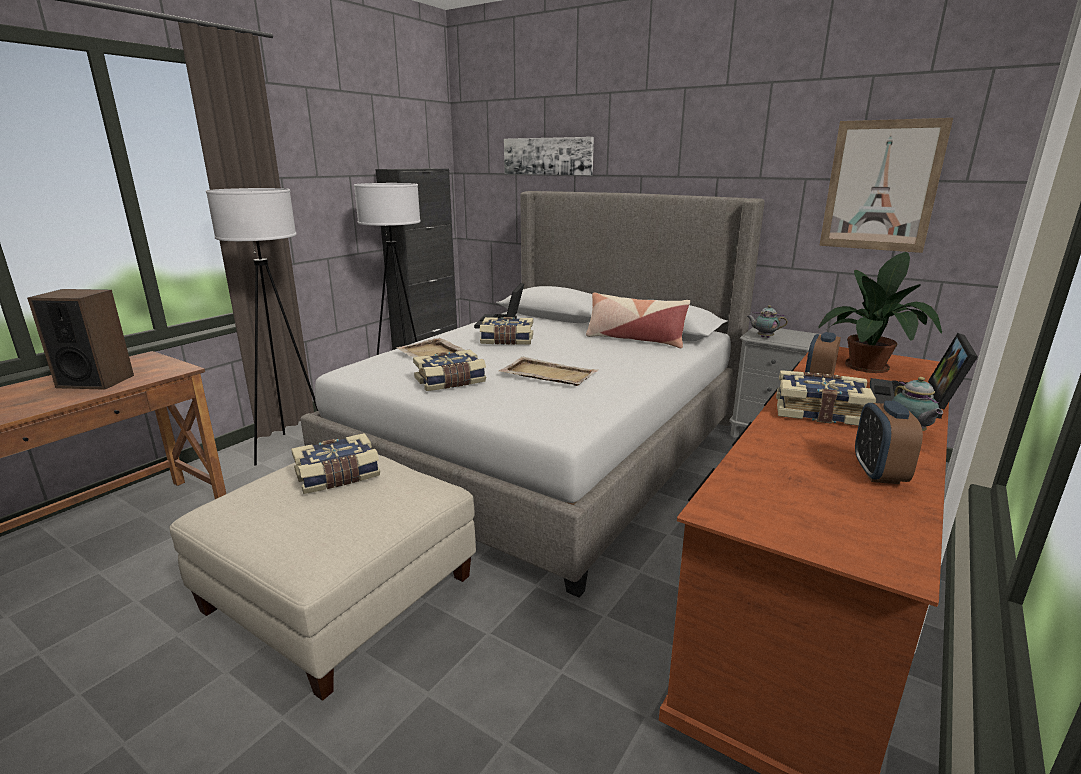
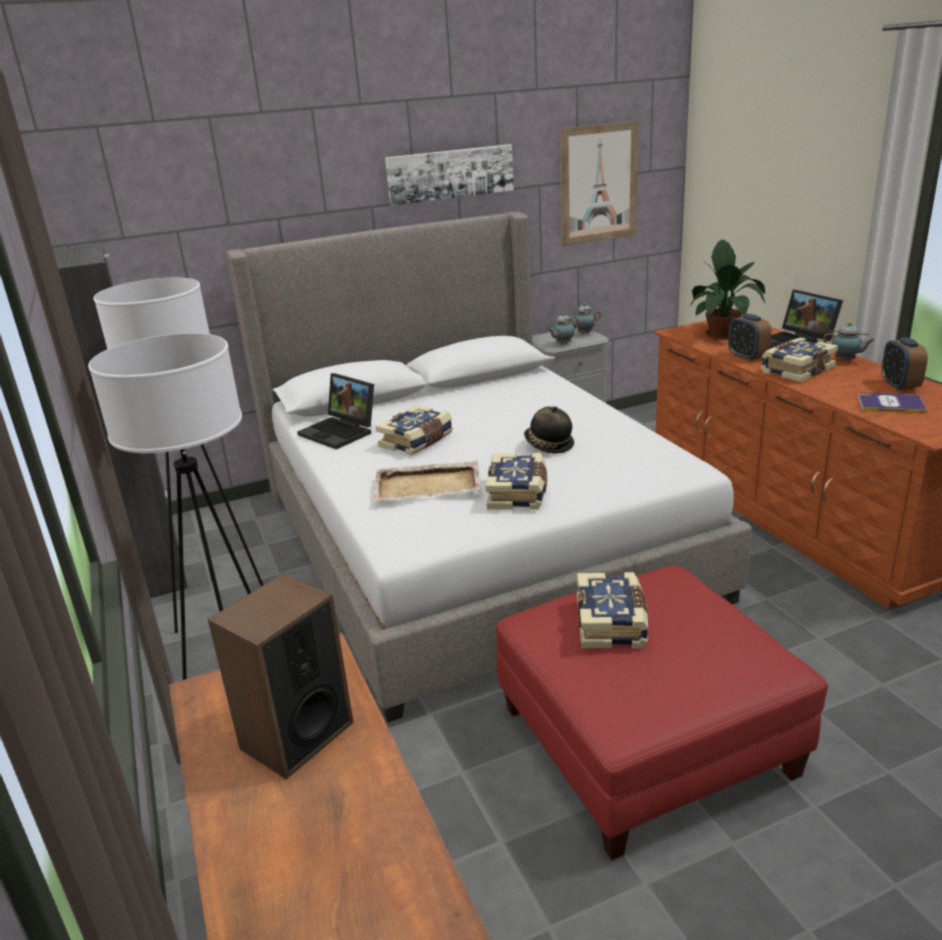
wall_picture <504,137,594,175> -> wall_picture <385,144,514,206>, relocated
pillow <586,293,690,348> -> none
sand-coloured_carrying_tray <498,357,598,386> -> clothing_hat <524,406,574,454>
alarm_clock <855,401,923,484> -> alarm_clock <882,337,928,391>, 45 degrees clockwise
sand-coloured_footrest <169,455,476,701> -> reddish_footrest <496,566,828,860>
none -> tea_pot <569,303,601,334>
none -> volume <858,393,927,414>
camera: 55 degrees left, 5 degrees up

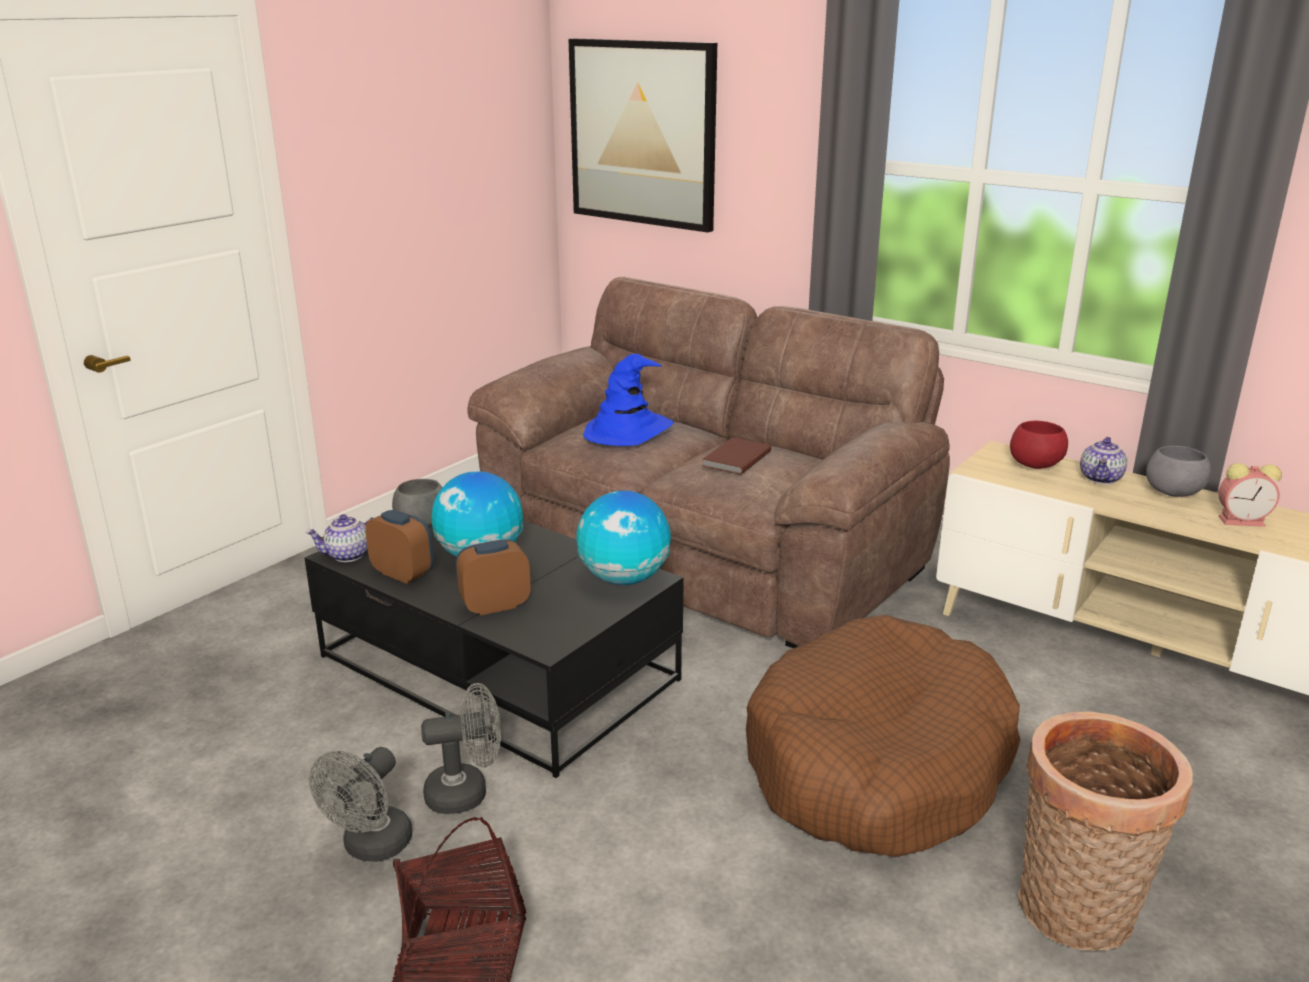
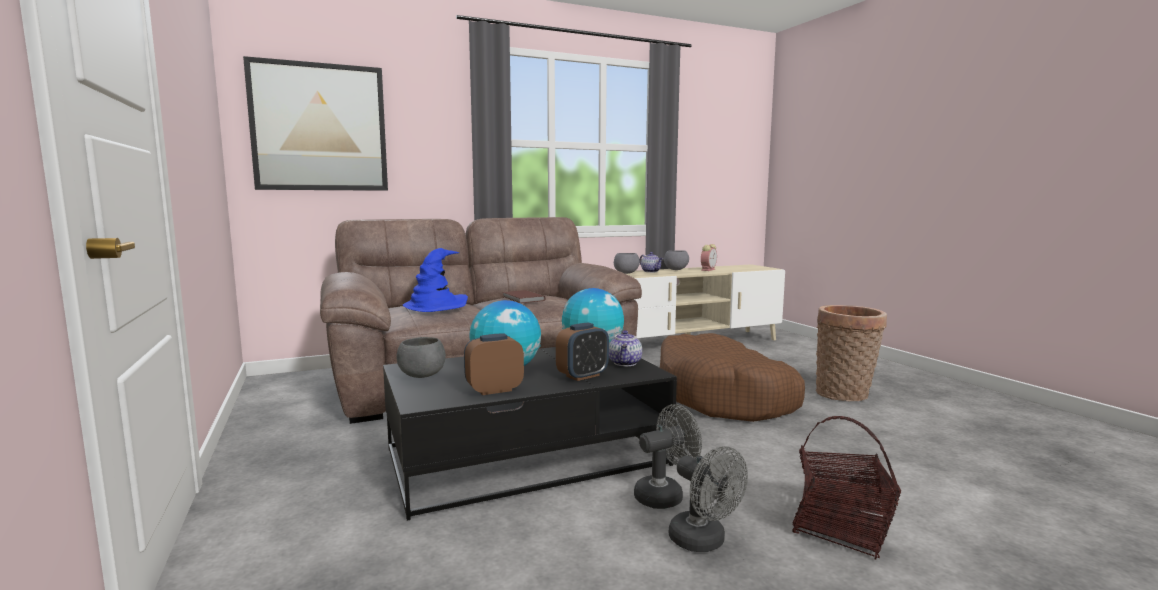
reddish_deep_dish <1010,421,1068,469> -> greyish_deep_dish <614,253,640,274>
tea_pot <305,514,375,562> -> tea_pot <609,330,642,366>, relocated
alarm_clock <456,539,531,616> -> alarm_clock <556,323,609,381>, 135 degrees counterclockwise
greyish_fan <421,683,501,814> -> greyish_fan <634,404,702,509>, 45 degrees clockwise
camera: 60 degrees left, 15 degrees down

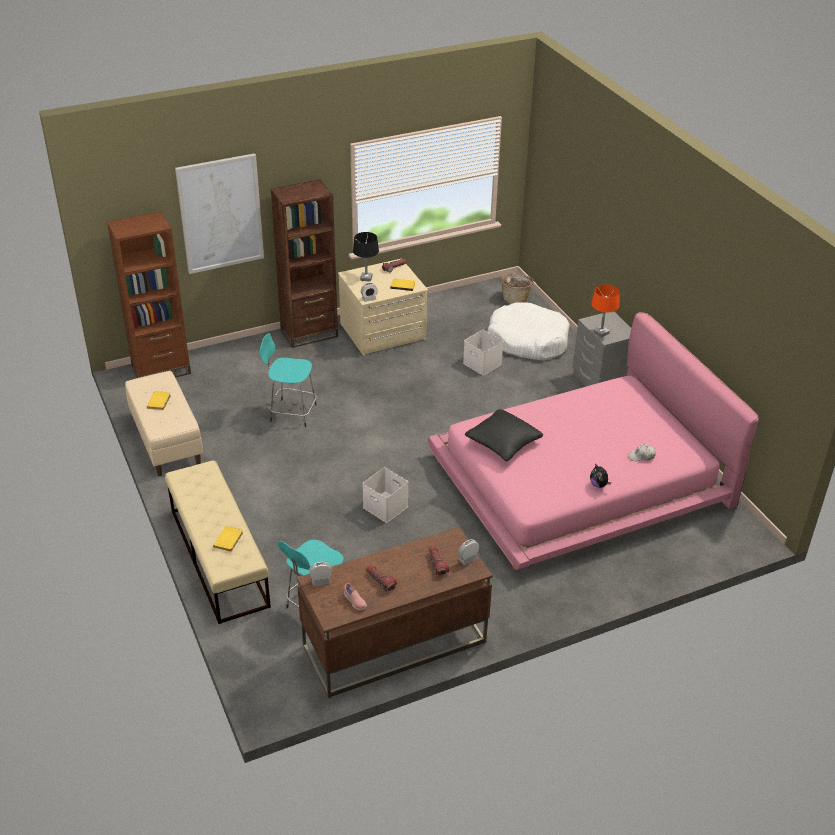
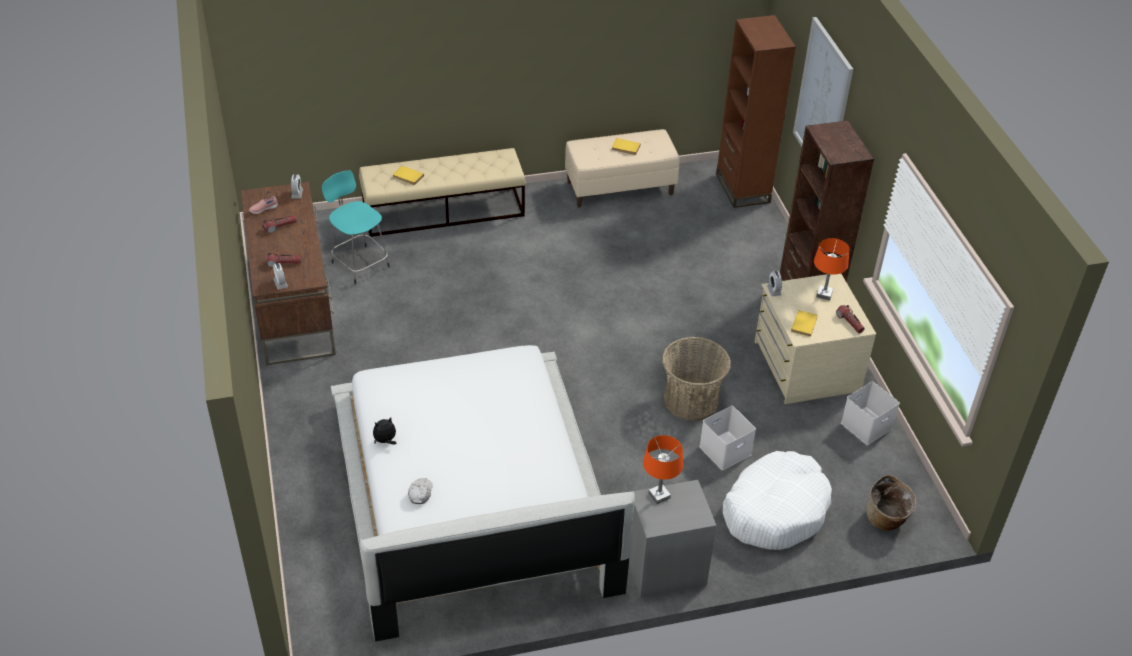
black-coloured_table_lamp <353,232,379,282> -> orange-coloured_table_lamp <814,238,850,300>
pinkish_sleeping_bed <428,312,759,570> -> whitish_sleeping_bed <331,345,635,642>
turquoise_sitting_stool <260,333,317,427> -> none
black-coloured_pillow <465,409,543,461> -> none
whitish_storage_box <363,467,408,523> -> whitish_storage_box <841,382,900,445>, relocated
none -> household_basket <662,337,731,421>
camera: 100 degrees right, 5 degrees up

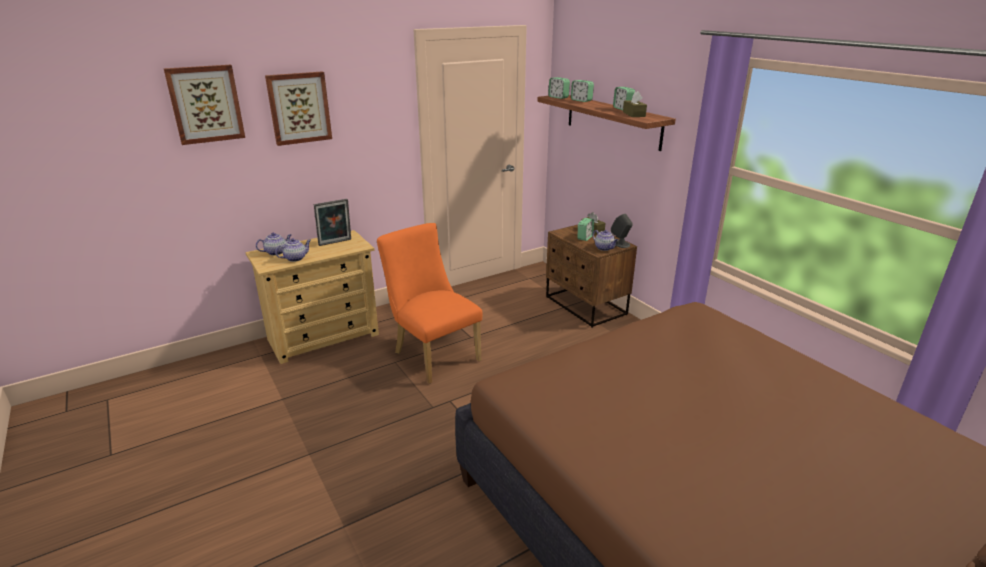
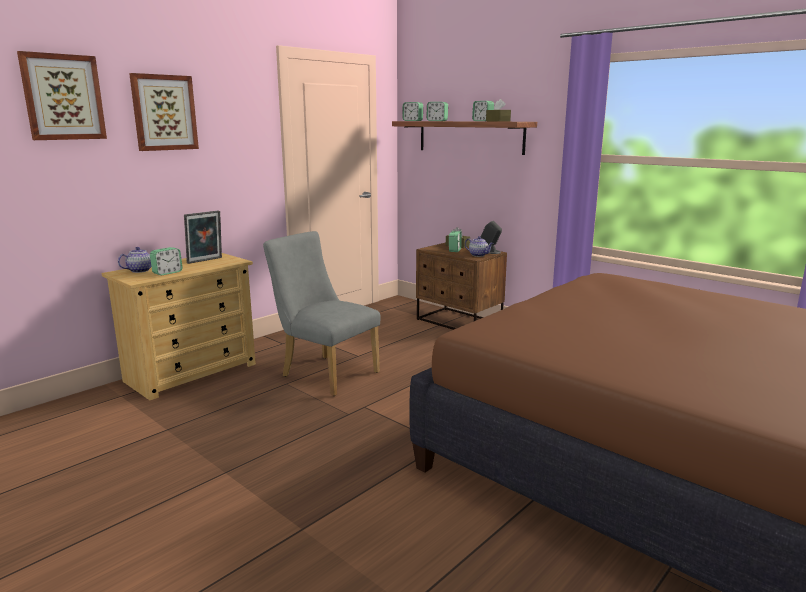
orange-coloured_upright_chair <377,223,483,384> -> greyish_upright_chair <263,231,381,396>
tea_pot <275,238,311,262> -> alarm_clock <150,247,183,276>
camera: 15 degrees left, 10 degrees down

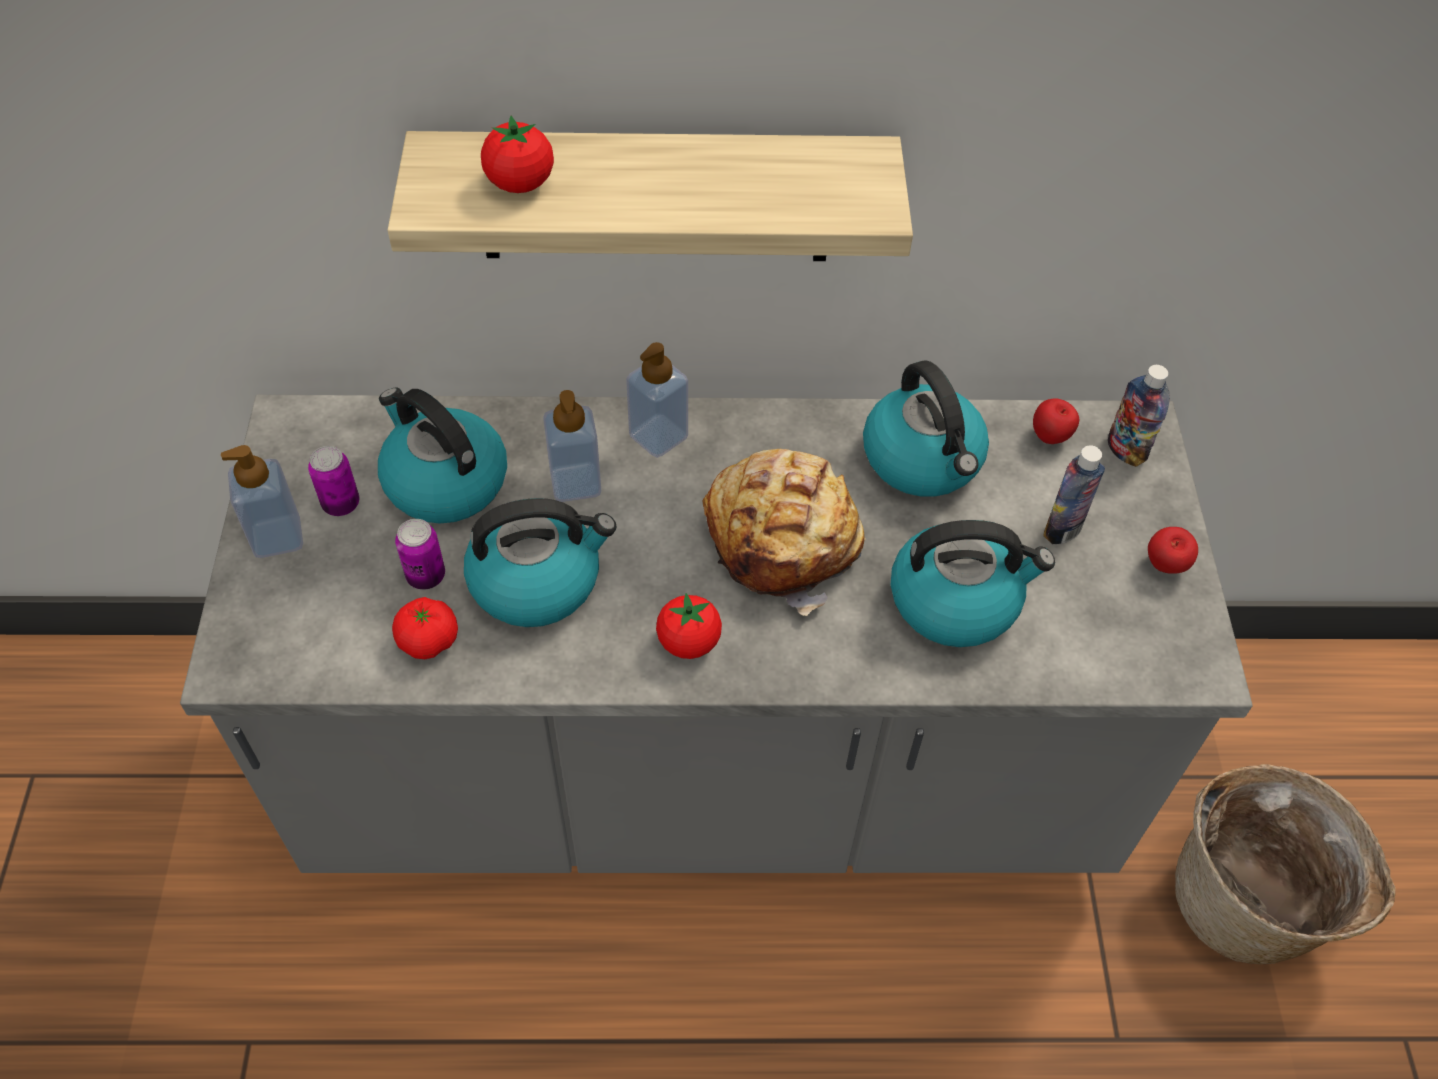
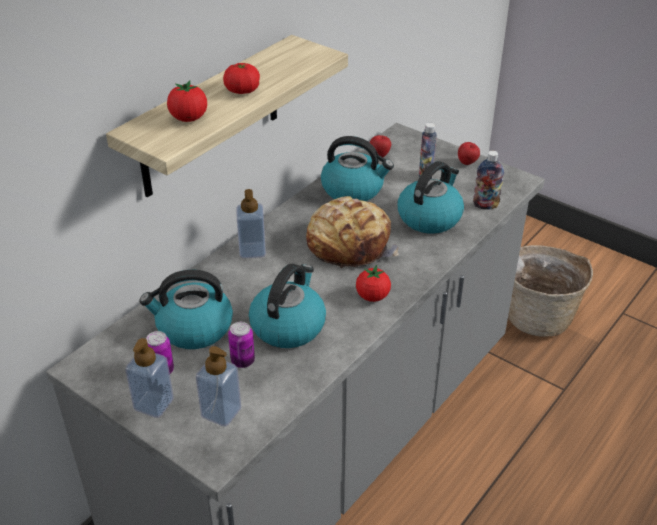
beverage_bottle <1108,365,1170,467> -> beverage_bottle <473,151,504,210>, relocated
soap_dispenser <543,390,601,502> -> soap_dispenser <196,346,241,427>, relocated
whole_tomato <392,597,458,659> -> whole_tomato <223,63,260,94>, relocated
camera: 50 degrees left, 15 degrees down

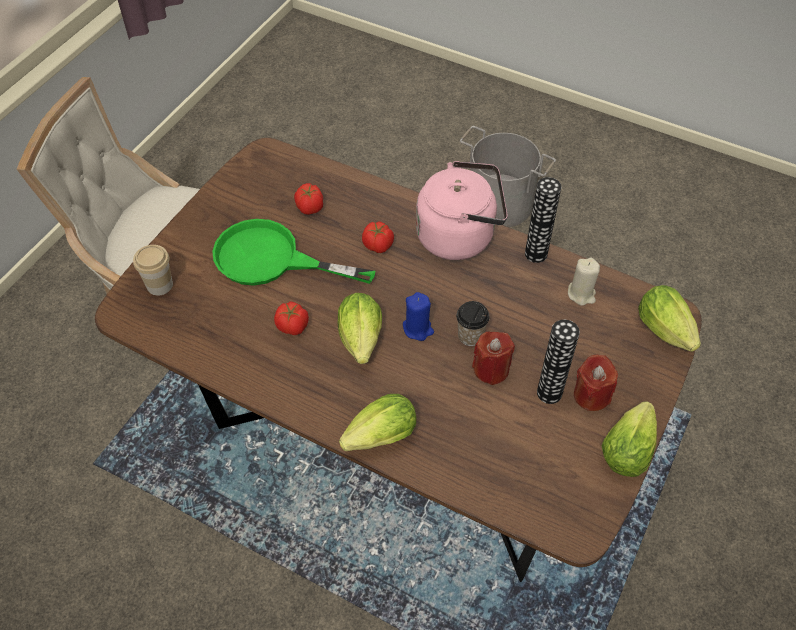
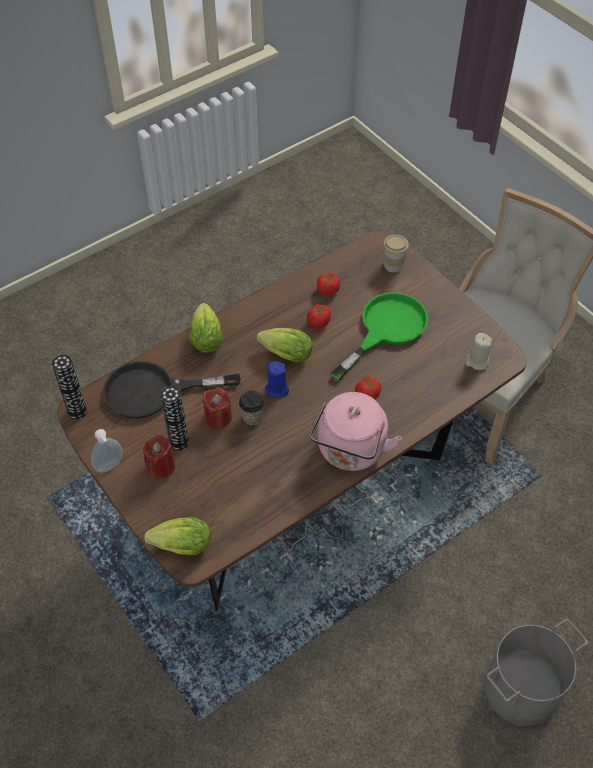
vase <525,177,561,263> -> vase <52,355,87,420>, relocated
whole_tomato <294,183,323,215> -> whole_tomato <317,273,340,296>, relocated
sand-coloured_wax_light <568,258,600,306> -> sand-coloured_wax_light <466,333,493,370>, relocated
lettuce <602,401,657,477> -> soap_dispenser <91,429,123,473>
none -> black-coloured_pan <103,361,241,419>
camera: 115 degrees right, 0 degrees up

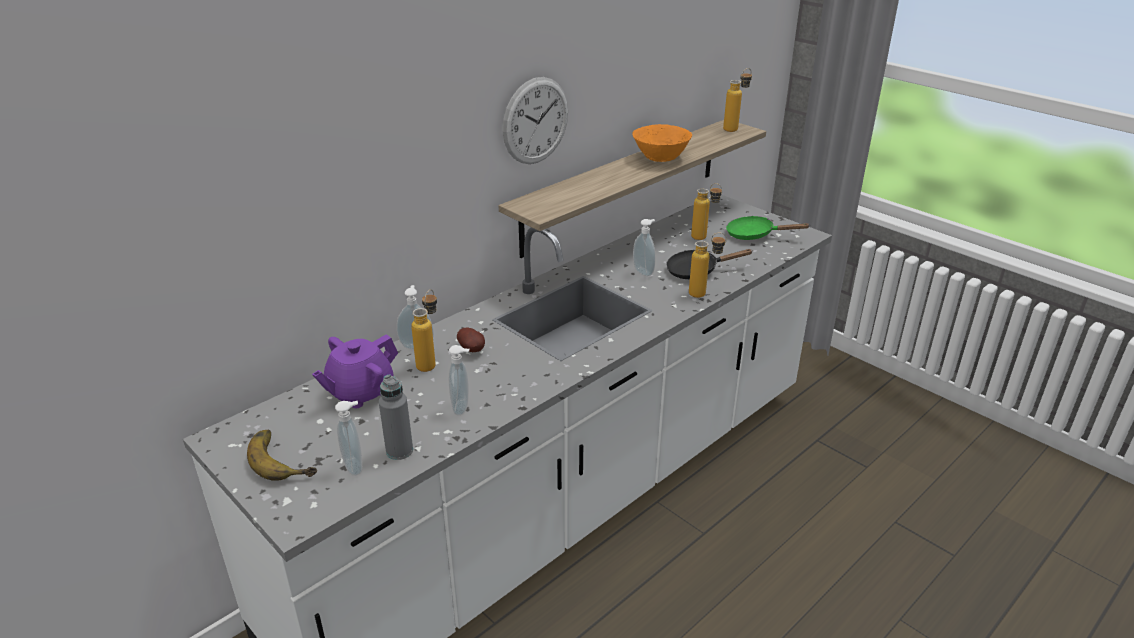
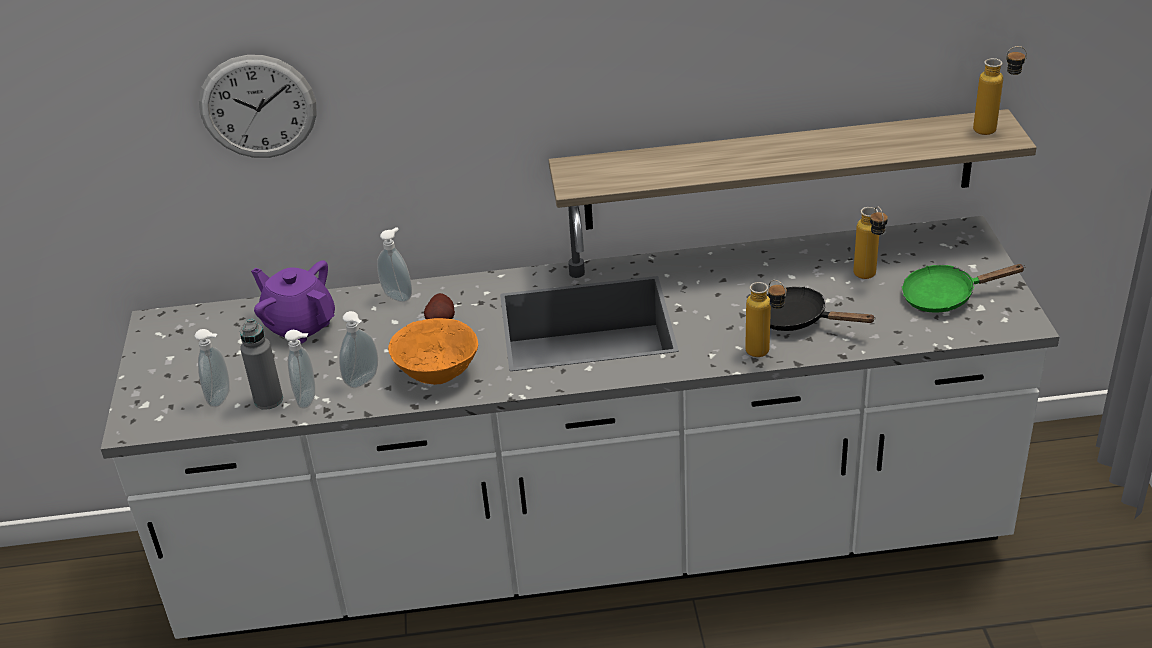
wall_clock <503,77,568,164> -> wall_clock <199,55,317,158>, relocated
orange-coloured_deep_dish <633,124,692,162> -> orange-coloured_deep_dish <388,318,478,385>, relocated
green-coloured_pan <726,216,810,240> -> green-coloured_pan <902,264,1026,313>, 60 degrees counterclockwise
soap_dispenser <633,219,655,276> -> soap_dispenser <285,330,315,408>, relocated
beverage_bottle <411,289,437,372> -> none
purplish_tea_pot <312,334,398,408> -> purplish_tea_pot <251,260,335,344>, 45 degrees clockwise
banana <247,430,317,481> -> none
camera: 40 degrees right, 5 degrees up

